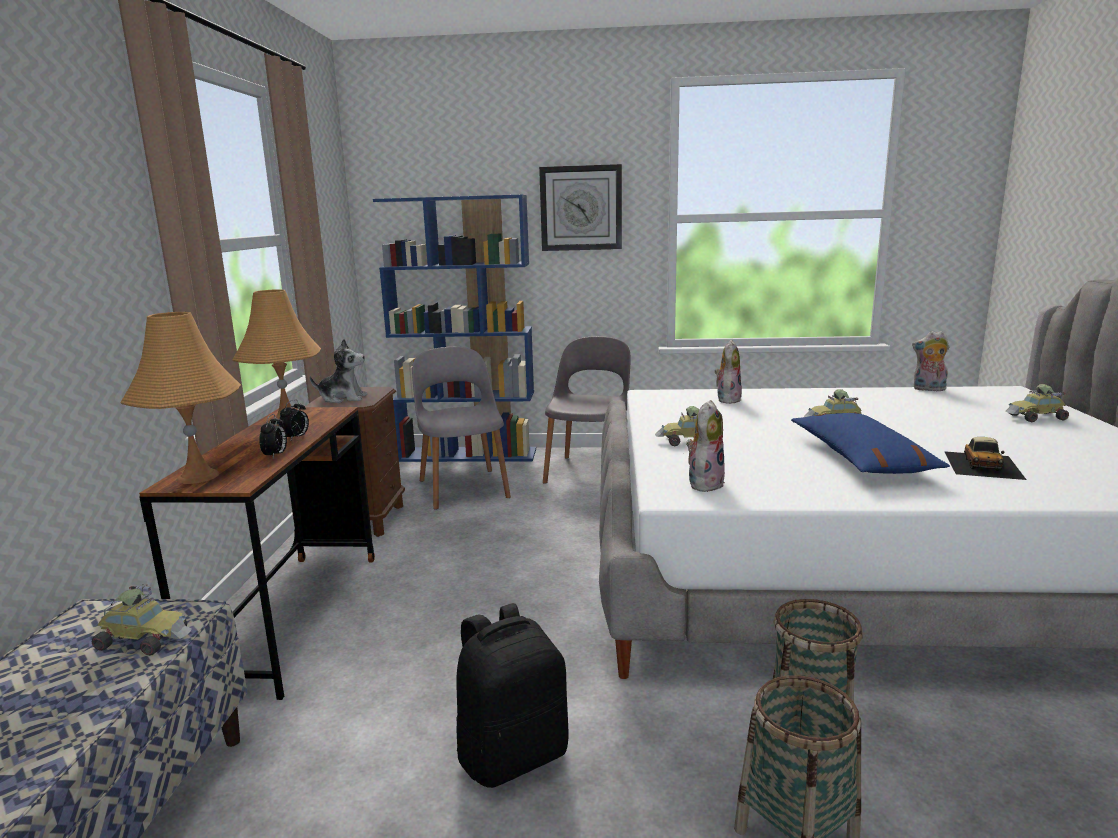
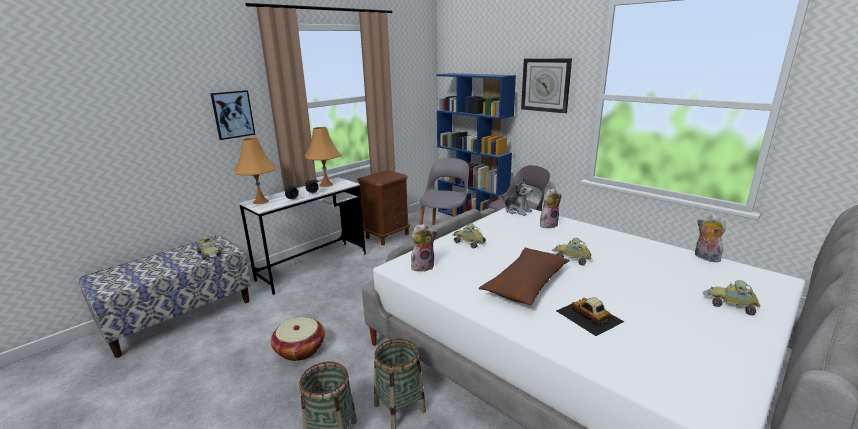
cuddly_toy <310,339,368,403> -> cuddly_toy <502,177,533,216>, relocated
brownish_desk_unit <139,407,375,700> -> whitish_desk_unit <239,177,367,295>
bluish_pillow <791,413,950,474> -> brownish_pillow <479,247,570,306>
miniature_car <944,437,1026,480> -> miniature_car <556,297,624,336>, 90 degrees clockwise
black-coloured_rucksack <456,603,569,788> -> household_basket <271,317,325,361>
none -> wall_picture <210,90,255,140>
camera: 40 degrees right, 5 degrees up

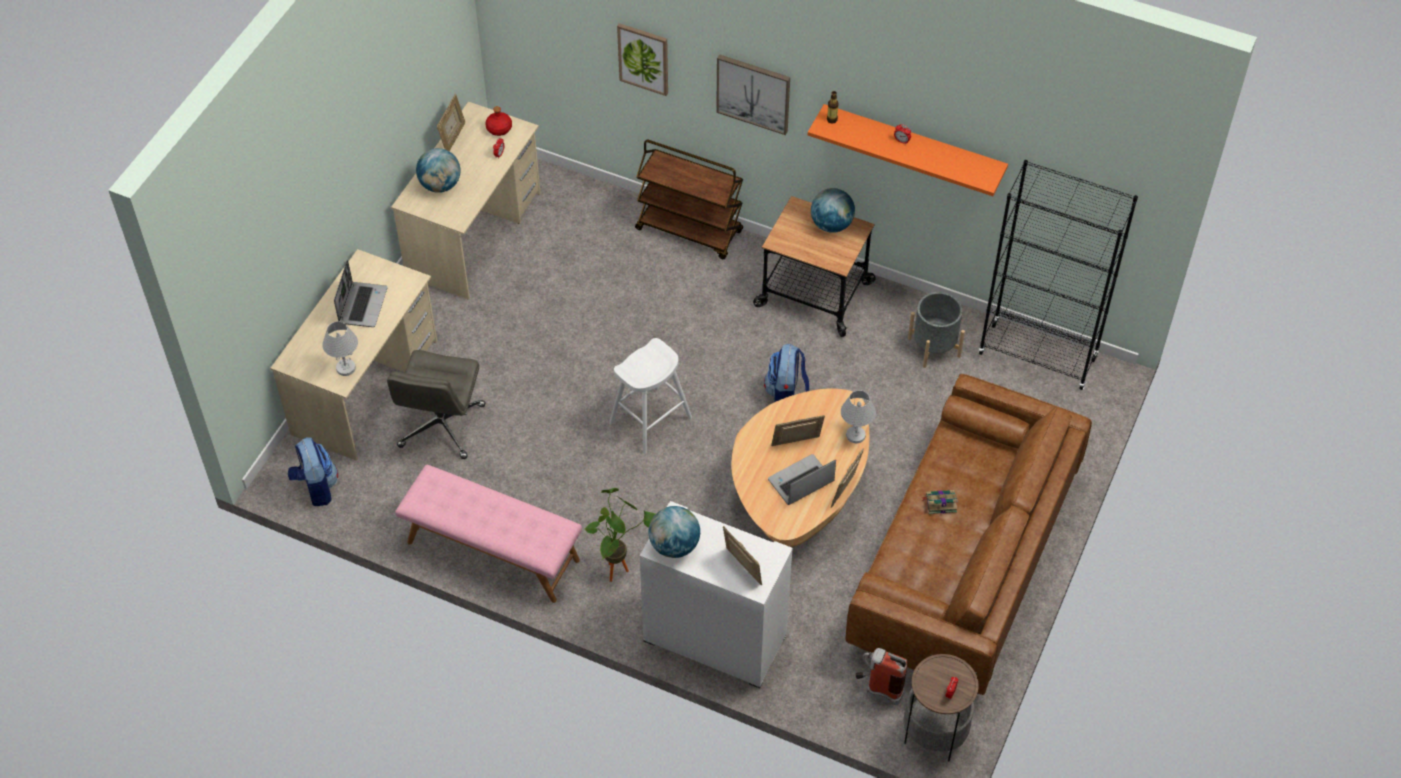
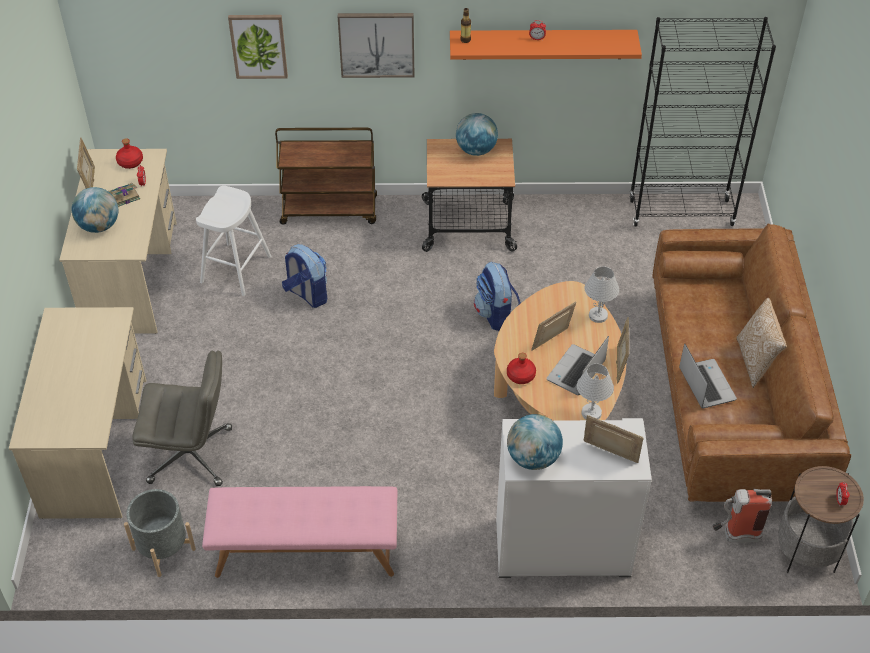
laptop <334,260,388,327> -> laptop <679,344,737,409>, relocated
greyish_flower_pot <908,292,965,368> -> greyish_flower_pot <124,489,196,577>, relocated
whitish_table_lamp <322,321,358,376> -> whitish_table_lamp <577,364,614,419>, relocated
whitish_sitting_stool <609,338,692,454> -> whitish_sitting_stool <196,186,271,296>, relocated
greyish_office_chair <387,350,486,459> -> greyish_office_chair <133,350,232,486>, 75 degrees counterclockwise
rucksack <288,438,338,506> -> rucksack <282,244,327,308>, relocated
plant_in_a_pot <584,488,655,582> -> none
volume <922,490,958,514> -> volume <108,183,140,207>, relocated
none -> pillow <737,298,787,388>
none -> reddish_beverage_bottle <507,353,536,384>
camera: 25 degrees left, 5 degrees down

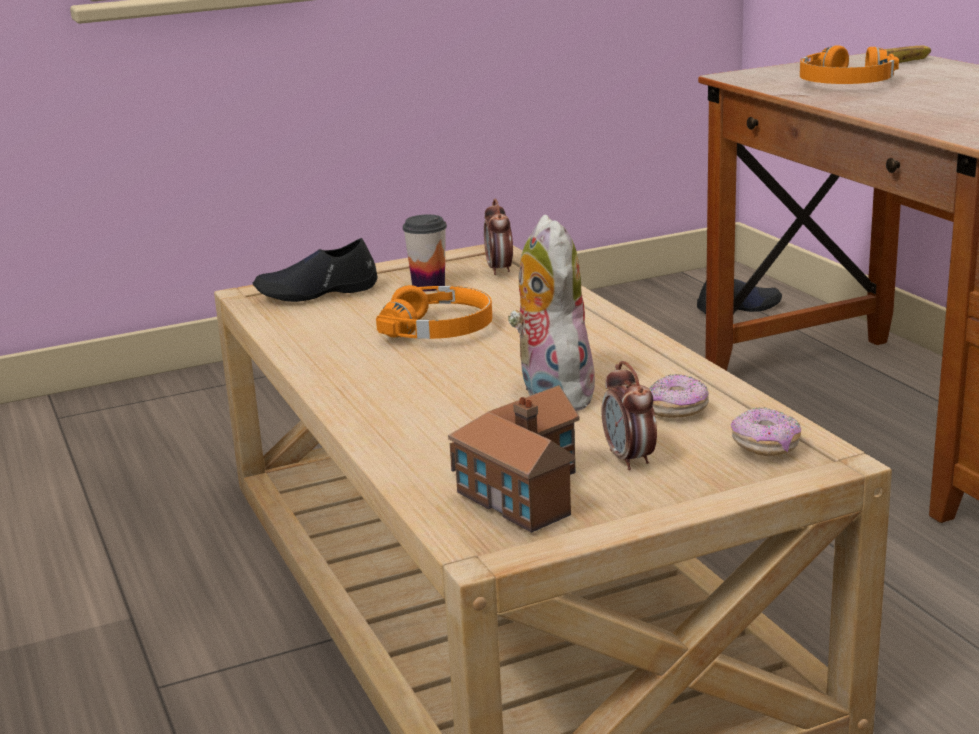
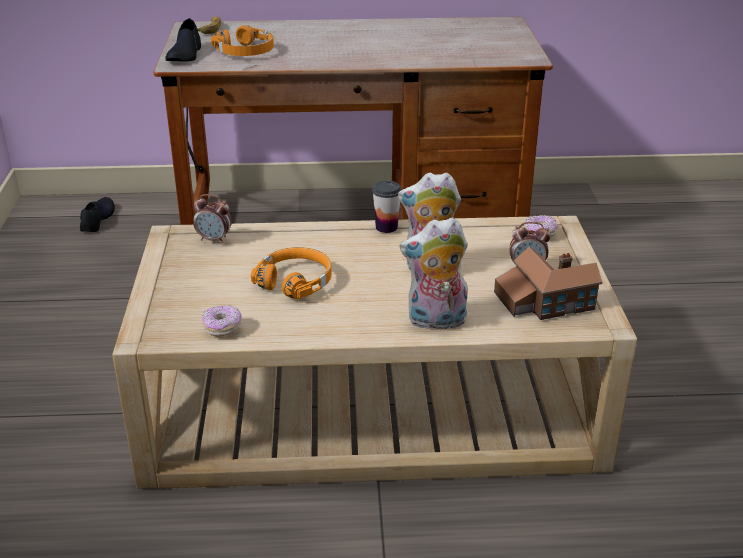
small_cup <403,214,447,291> -> small_cup <372,180,402,233>, relocated
black-coloured_item_of_footwear <253,238,378,302> -> black-coloured_item_of_footwear <165,18,201,61>, relocated
ring_doughnut <649,374,709,418> -> ring_doughnut <202,305,242,337>, relocated
none -> cuddly_toy <400,217,468,330>
camera: 70 degrees left, 10 degrees up

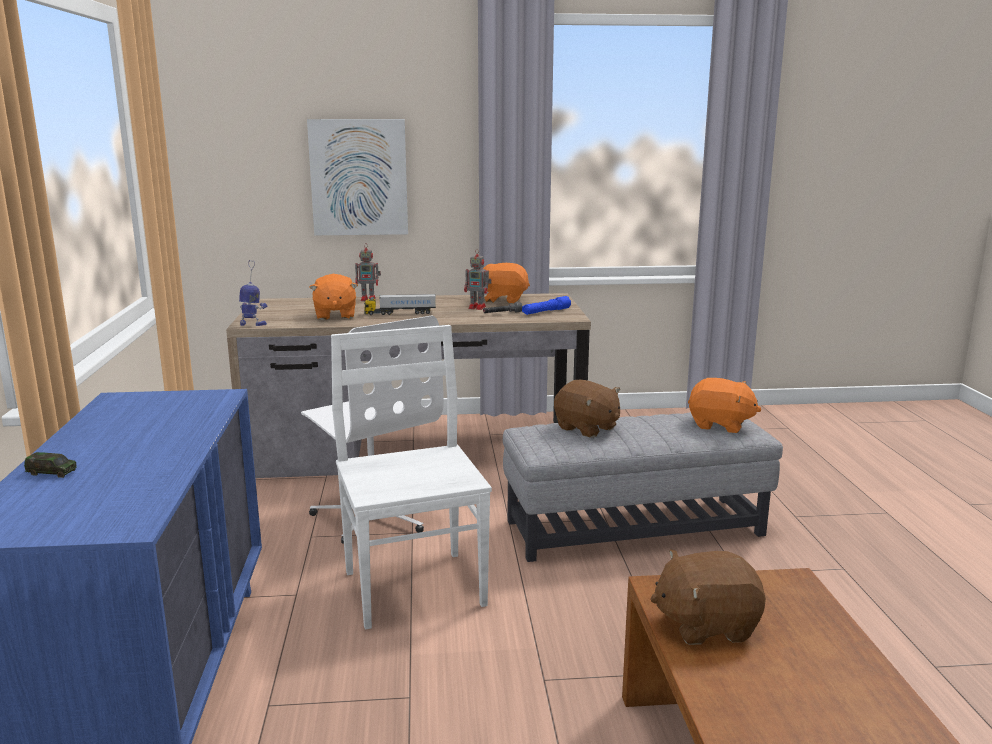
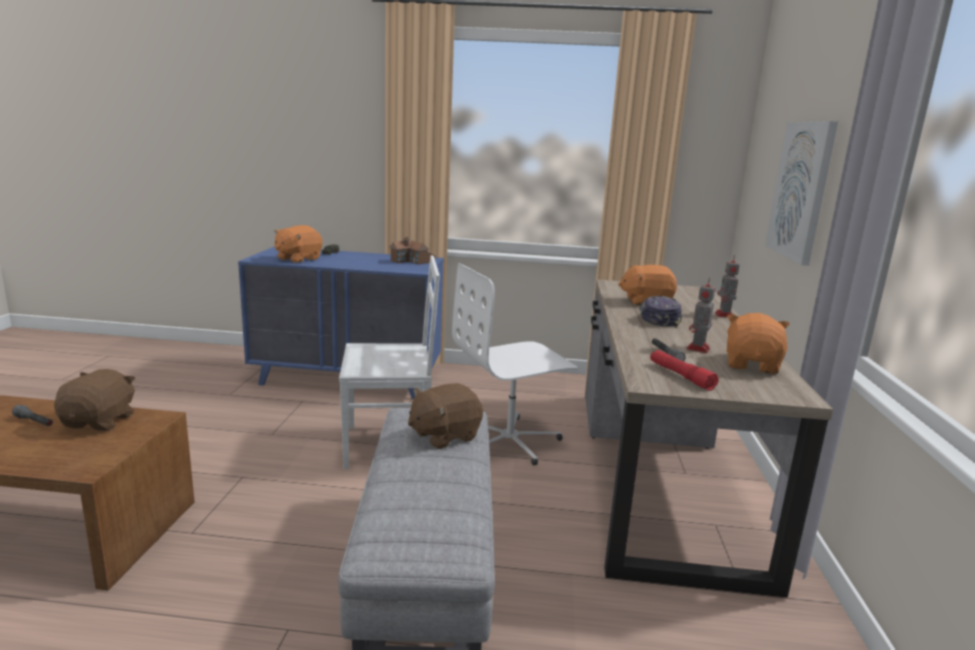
toy_robot <239,260,267,326> -> none
toy_truck <364,294,436,315> -> baseball_cap <639,296,682,328>
bluish_hand_torch <522,296,571,315> -> reddish_hand_torch <650,350,719,391>
orange-coloured_cuddly_toy <688,378,761,433> -> orange-coloured_cuddly_toy <274,225,322,263>, relocated
none -> toy_house <390,237,436,265>
none -> greyish_hand_torch <12,405,53,426>
camera: 100 degrees right, 0 degrees up

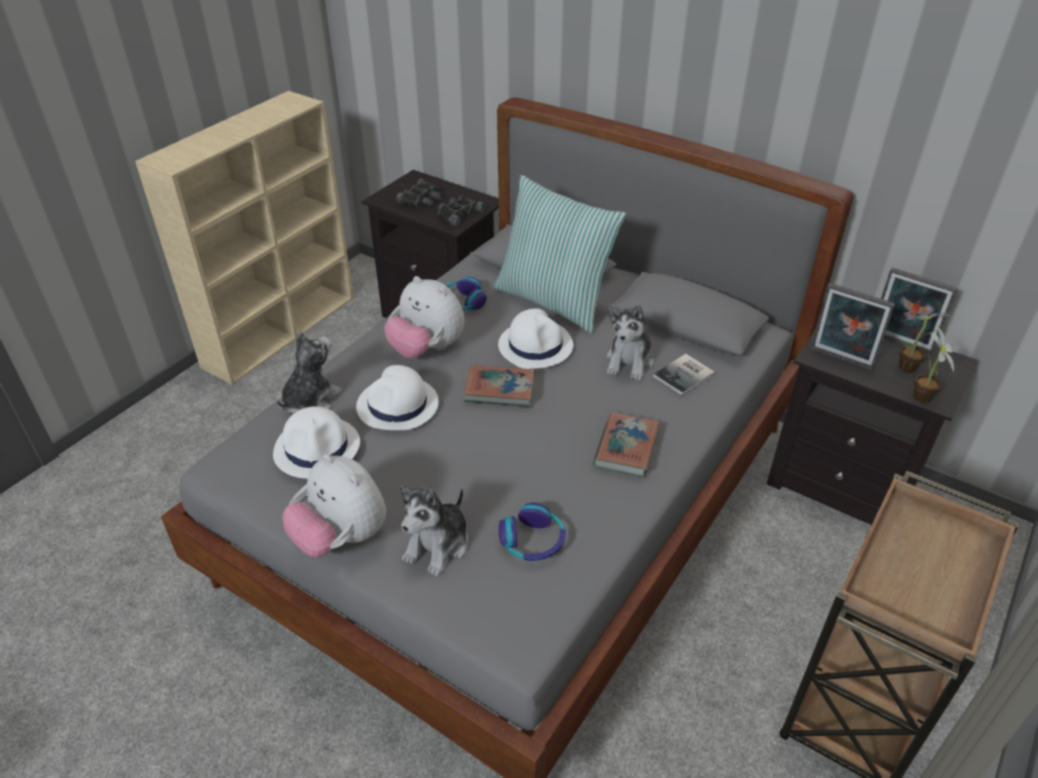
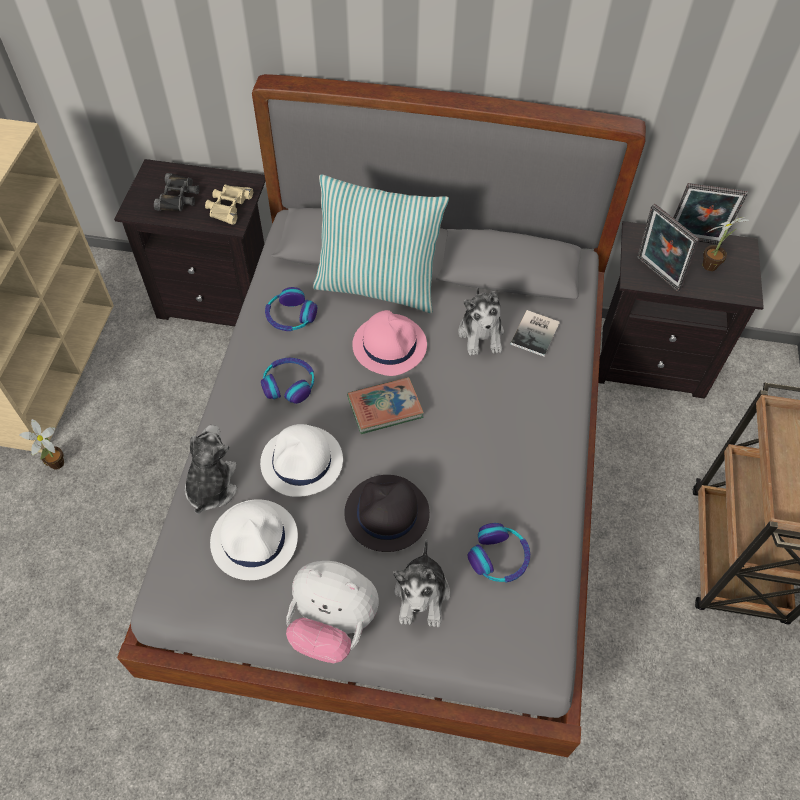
black-coloured_binoculars <438,195,485,226> -> sand-coloured_binoculars <205,184,253,225>
cuddly_toy <384,276,464,358> -> headset <261,358,314,404>
picture_frame <811,283,895,370> -> picture_frame <637,204,699,292>, 45 degrees clockwise
whitish_clothing_hat <498,308,573,369> -> pinkish_clothing_hat <352,310,427,376>
plant_in_a_pot <913,325,954,403> -> plant_in_a_pot <19,419,64,470>, relocated
volume <593,412,660,477> -> none
none -> black-coloured_clothing_hat <344,475,430,552>
camera: 25 degrees left, 15 degrees up

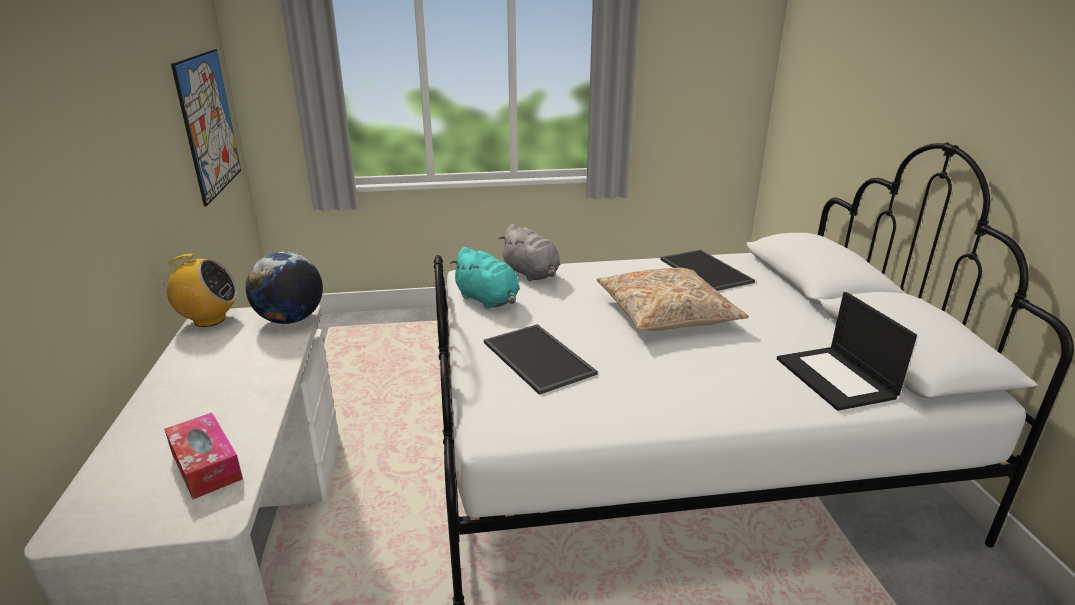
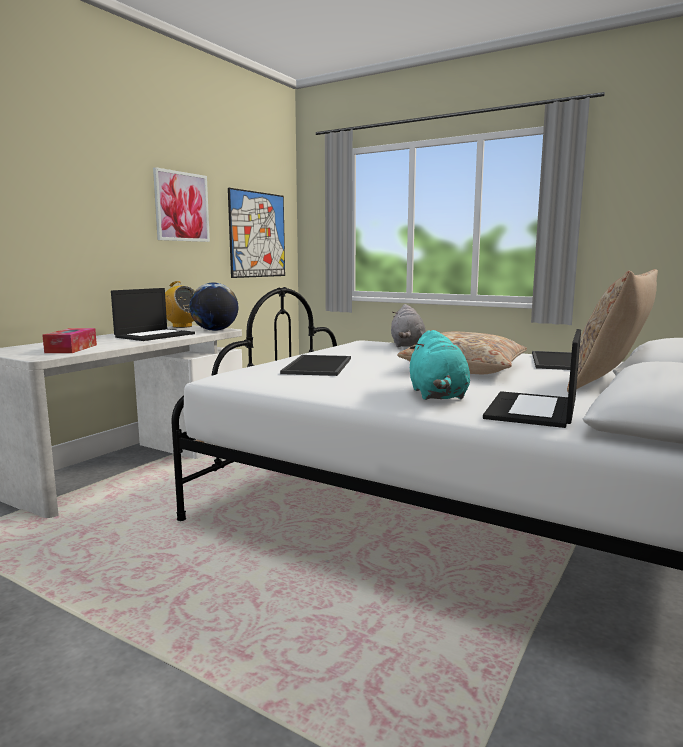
turquoise_cuddly_toy <450,247,520,309> -> turquoise_cuddly_toy <410,330,470,400>, relocated
none -> wall_picture <153,167,210,242>
none -> sand-coloured_pillow <567,269,658,392>
none -> laptop <111,288,195,341>
camera: 40 degrees right, 15 degrees down

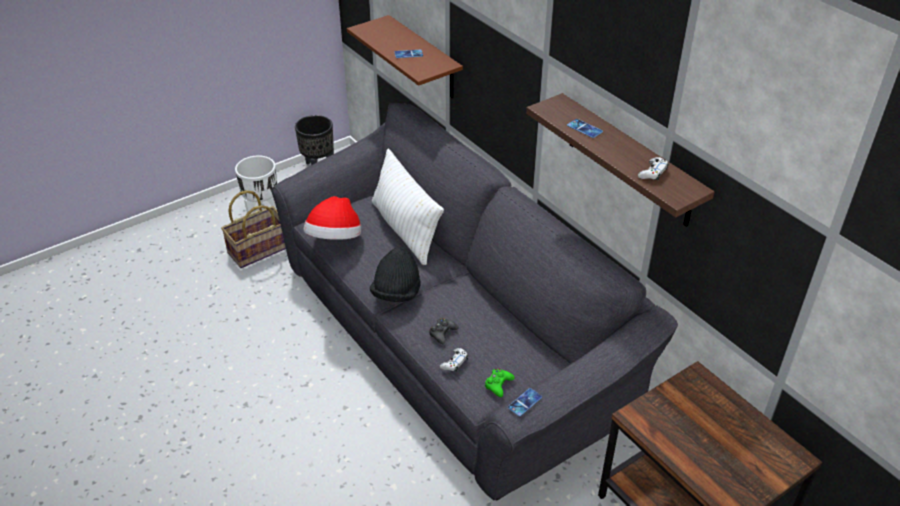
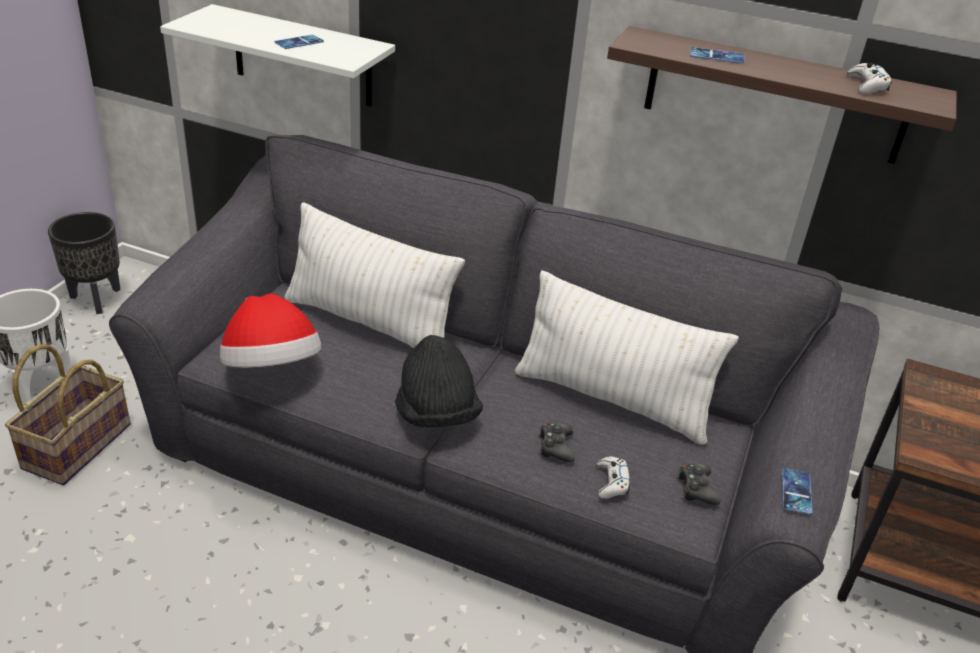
brownish_wall_shelf <347,15,463,98> -> whitish_wall_shelf <160,4,395,107>
green-coloured_game_controller <485,368,515,397> -> black-coloured_game_controller <677,464,721,505>
none -> whitish_pillow <515,270,739,445>
camera: 35 degrees left, 5 degrees down

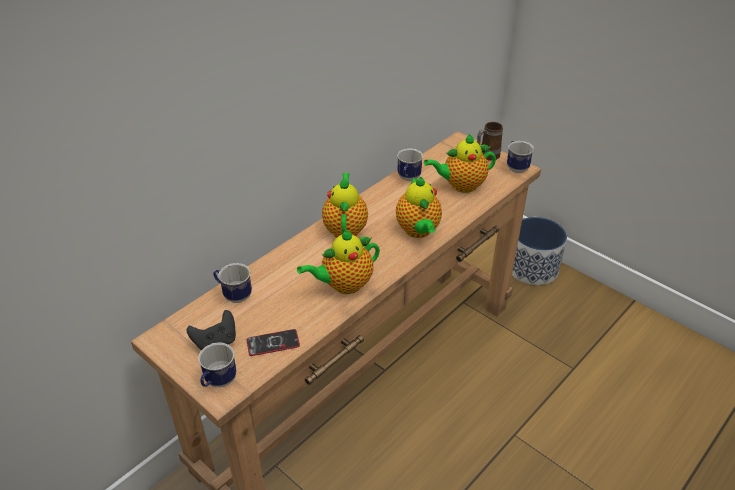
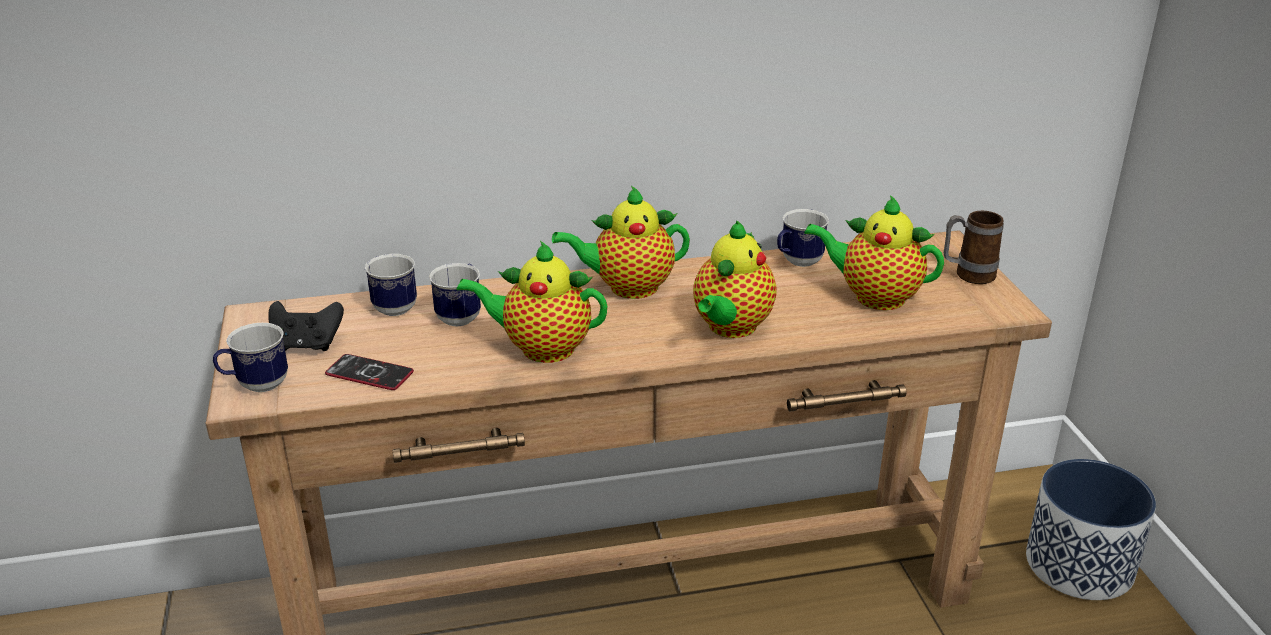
coffee_mug <507,141,534,173> -> coffee_mug <429,263,481,326>, relocated
tea_pot <322,173,368,238> -> tea_pot <552,186,690,299>, 135 degrees counterclockwise
camera: 35 degrees right, 10 degrees down

